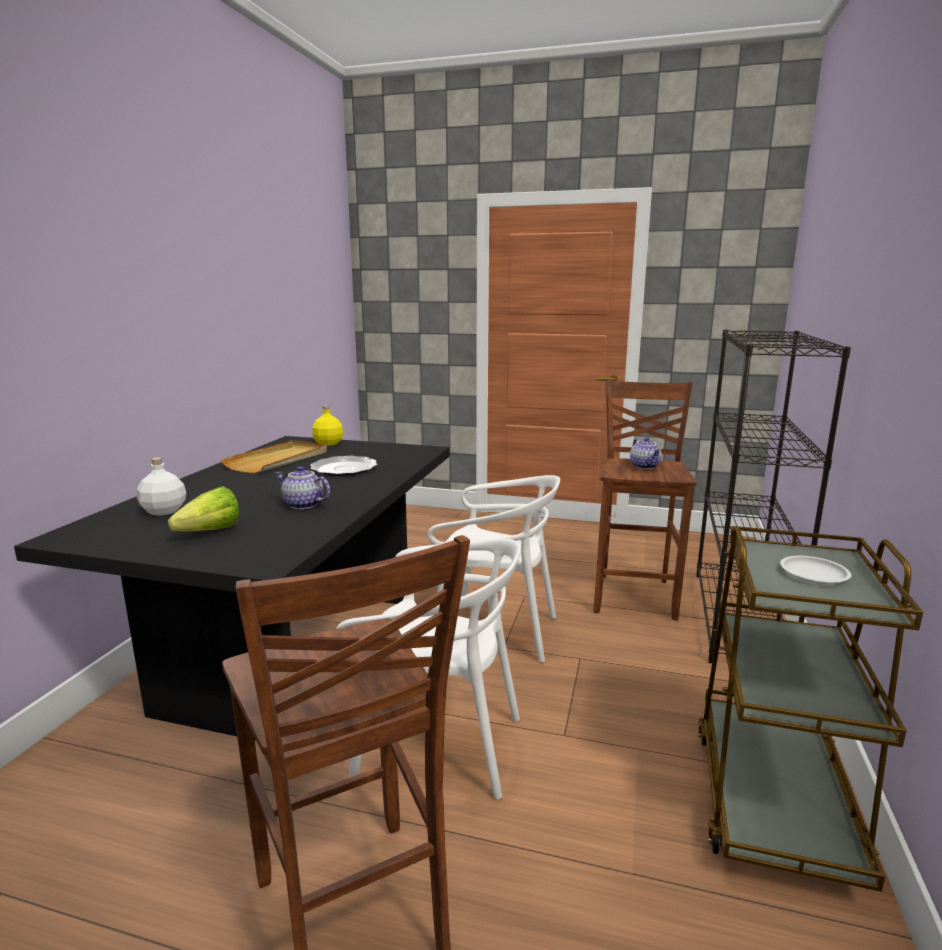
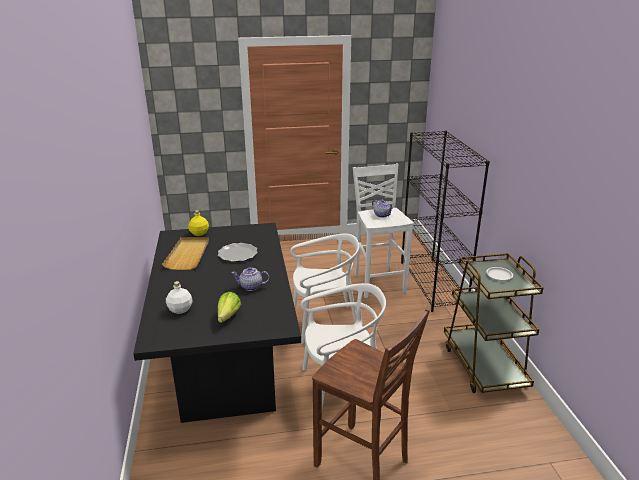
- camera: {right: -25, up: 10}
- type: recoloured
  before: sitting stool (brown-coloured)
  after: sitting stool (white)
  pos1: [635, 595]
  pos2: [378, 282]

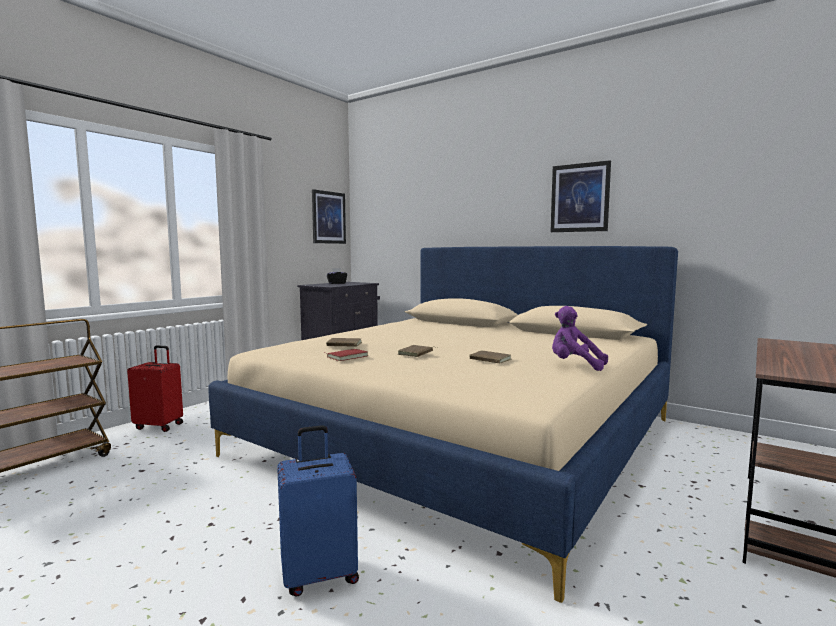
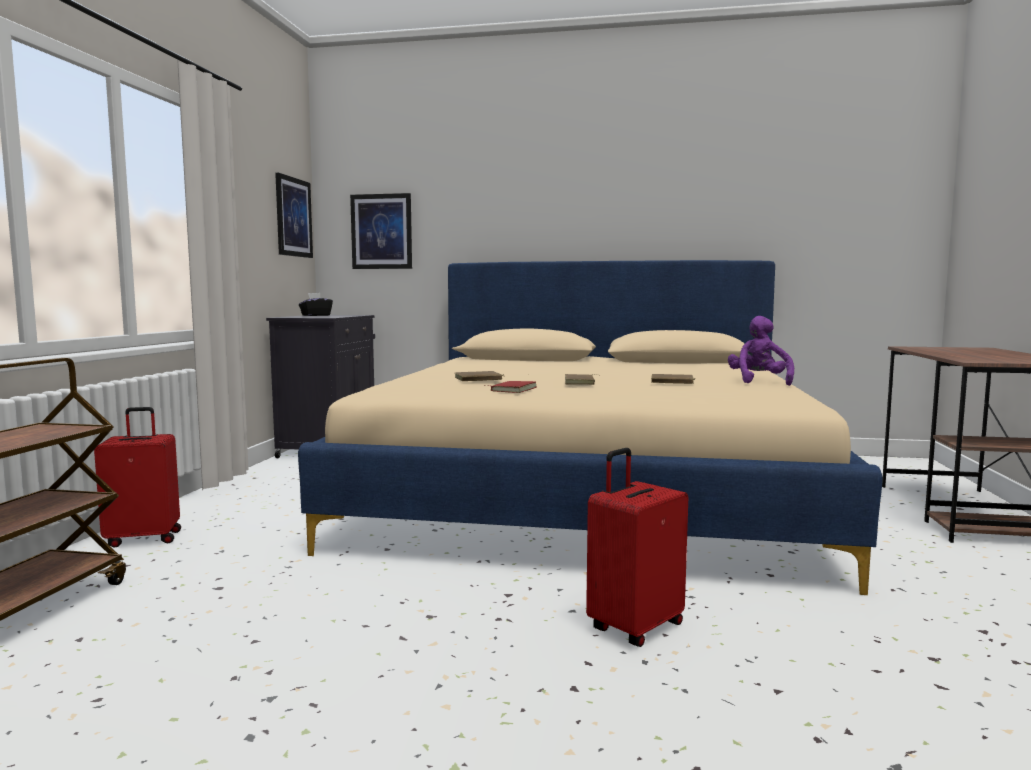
- camera: {right: -25, up: 0}
- type: moved
  before: wall picture
  pos1: [580, 198]
  pos2: [381, 231]
- type: turned
  before: soft toy (purplish)
  pos1: [575, 365]
  pos2: [758, 381]
  turn: 90
- type: recoloured
  before: piece of luggage (blue-coloured)
  after: piece of luggage (red)
  pos1: [319, 575]
  pos2: [634, 627]

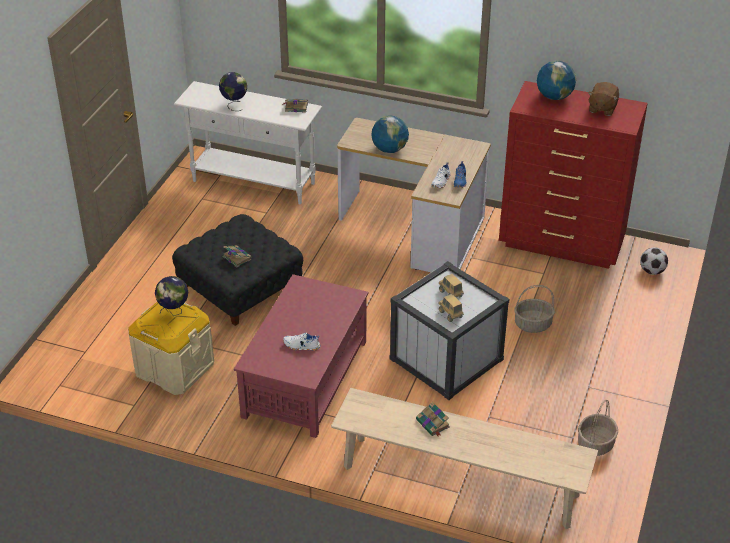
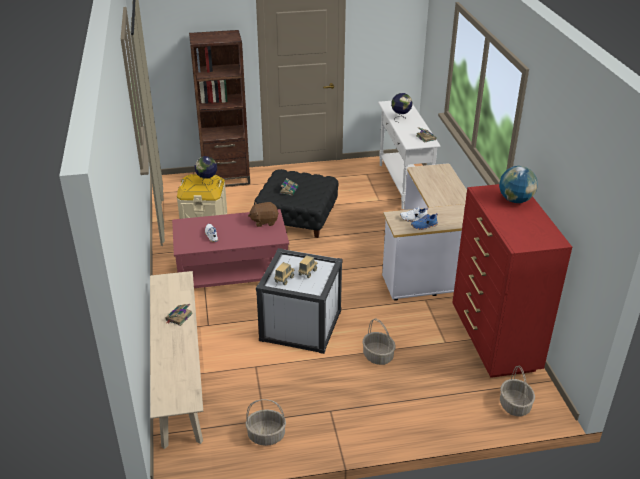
- camera: {right: 60, up: -5}
- type: moved
  before: soft toy (brown-coloured)
  pos1: [602, 108]
  pos2: [264, 221]
- type: removed
  before: globe
  pos1: [389, 149]
- type: replaced
  before: football
  after: storage basket
  pos1: [652, 271]
  pos2: [515, 406]
- type: added
  after: shelving unit (brown-coloured)
  pos2: [226, 178]

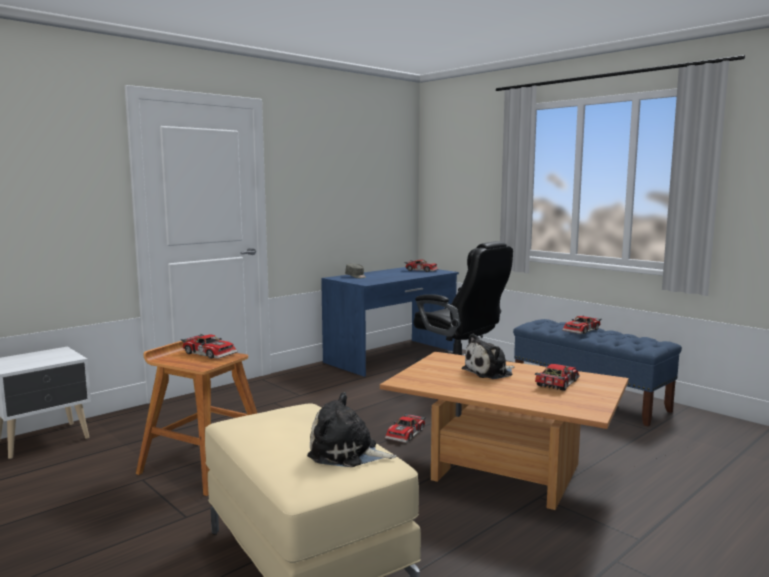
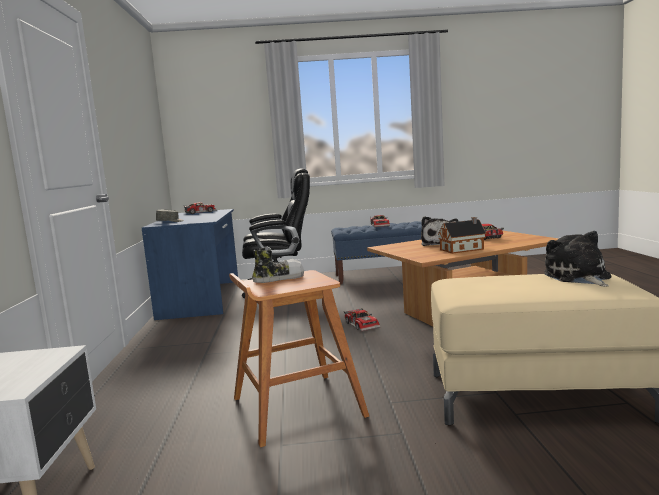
- camera: {right: -50, up: 0}
- type: replaced
  before: model car
  after: low shoe
  pos1: [210, 353]
  pos2: [278, 278]
- type: turned
  before: soft toy
  pos1: [347, 453]
  pos2: [578, 277]
  turn: 120
- type: added
  after: toy house
  pos2: [463, 249]

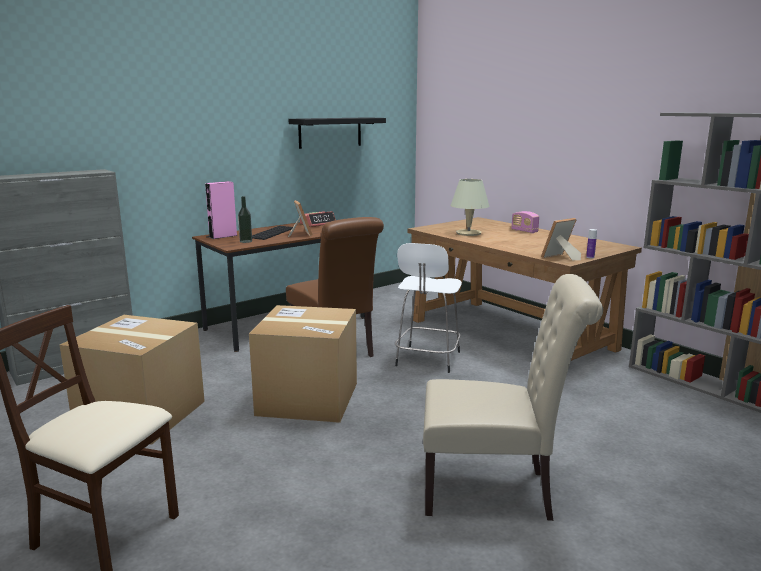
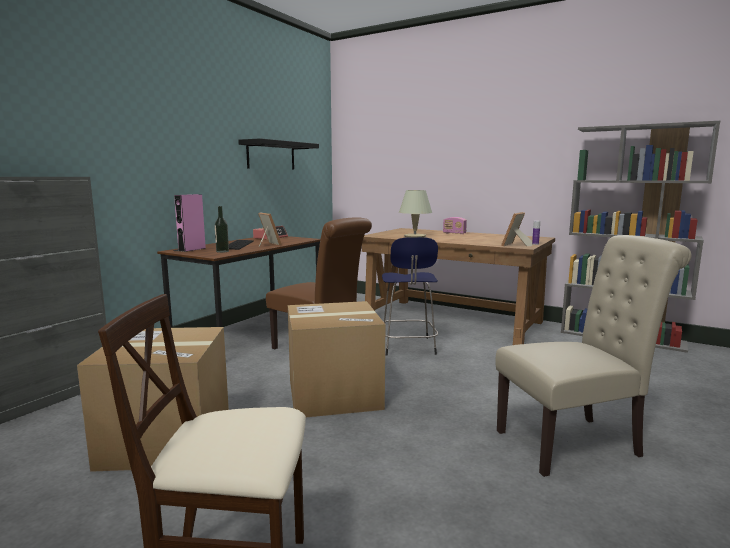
- camera: {right: -20, up: -5}
- type: recoloured
  before: sitting stool (white)
  after: sitting stool (blue-coloured)
  pos1: [427, 360]
  pos2: [408, 347]

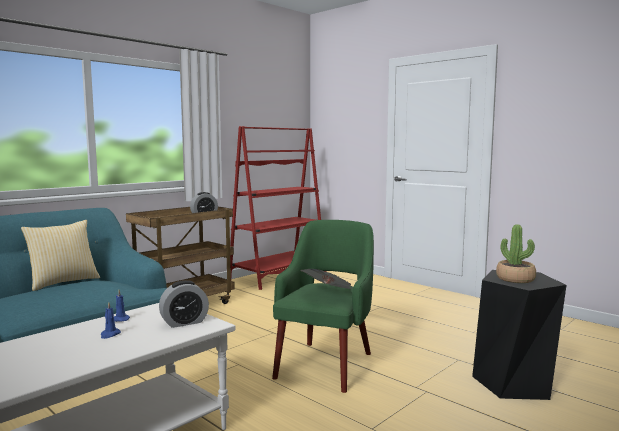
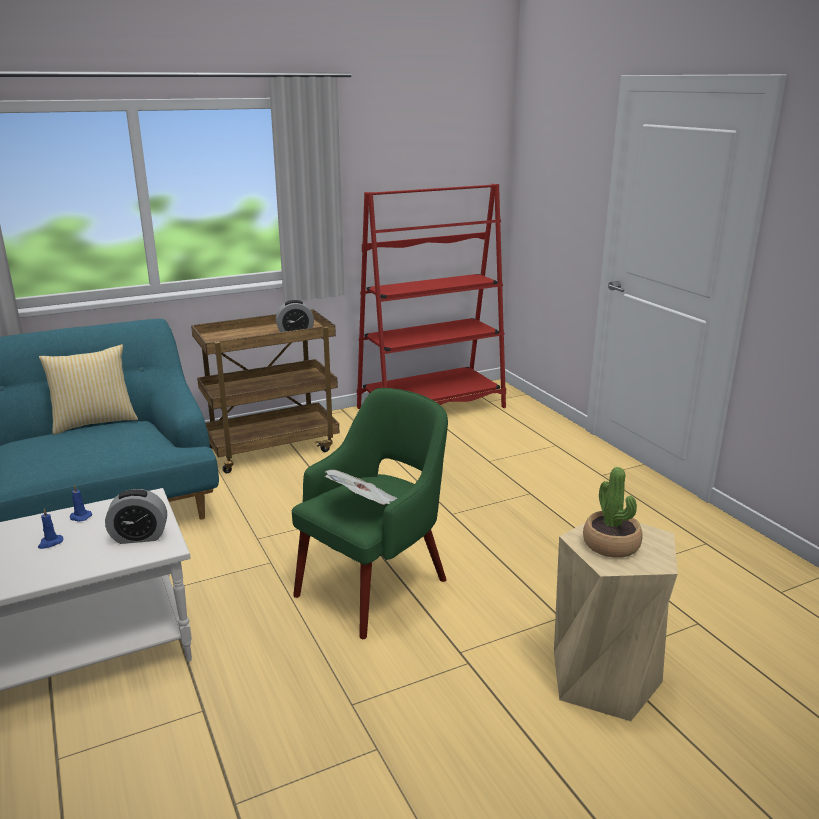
- camera: {right: 20, up: 15}
- type: recoloured
  before: sitting stool (blackish)
  after: sitting stool (beige-coloured)
  pos1: [513, 383]
  pos2: [604, 678]

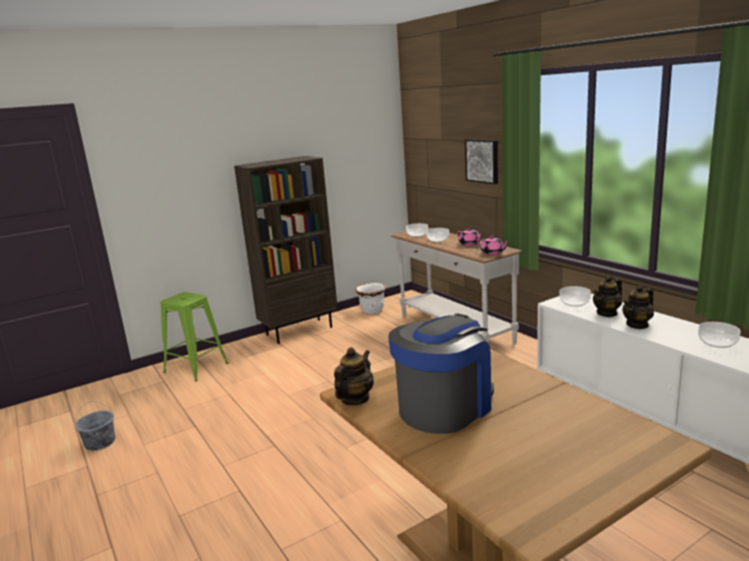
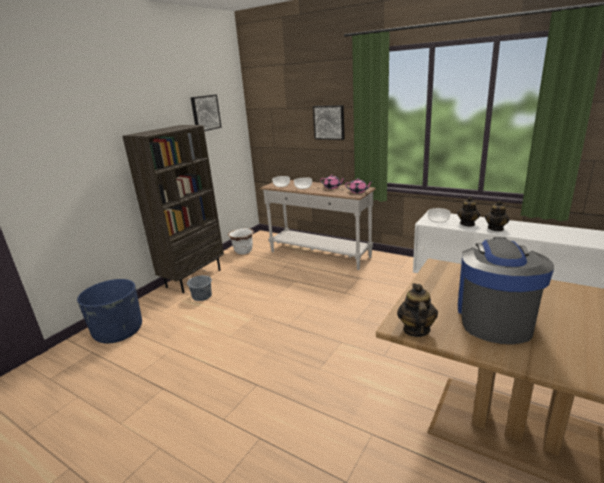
- camera: {right: -25, up: 5}
- type: replaced
  before: sitting stool (green)
  after: flower pot (blue-coloured)
  pos1: [196, 368]
  pos2: [118, 331]
- type: removed
  before: serving bowl
  pos1: [717, 342]
- type: moved
  before: bucket (gray)
  pos1: [99, 442]
  pos2: [201, 296]
- type: added
  after: wall picture
  pos2: [205, 113]

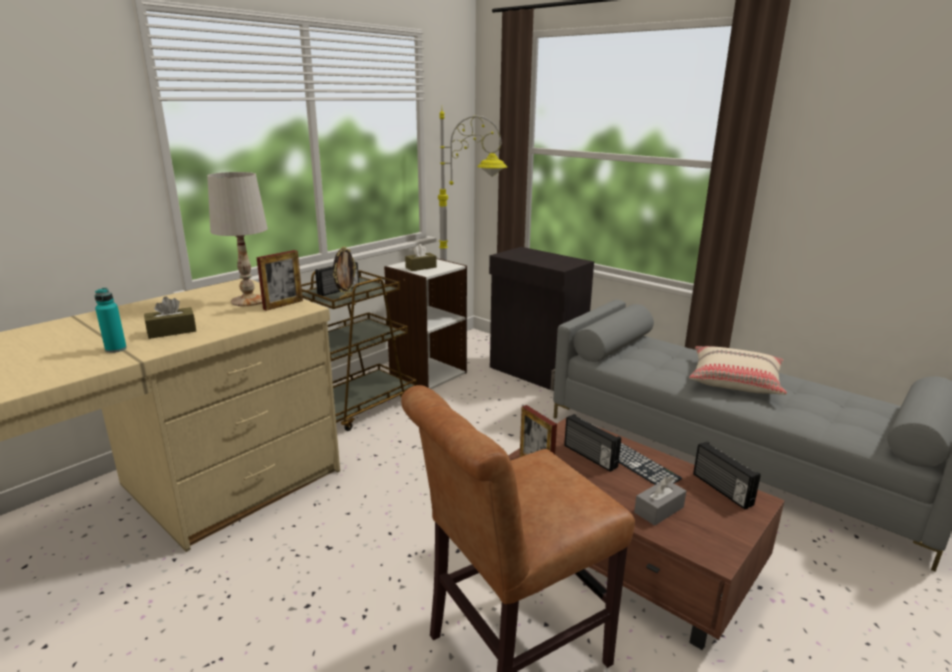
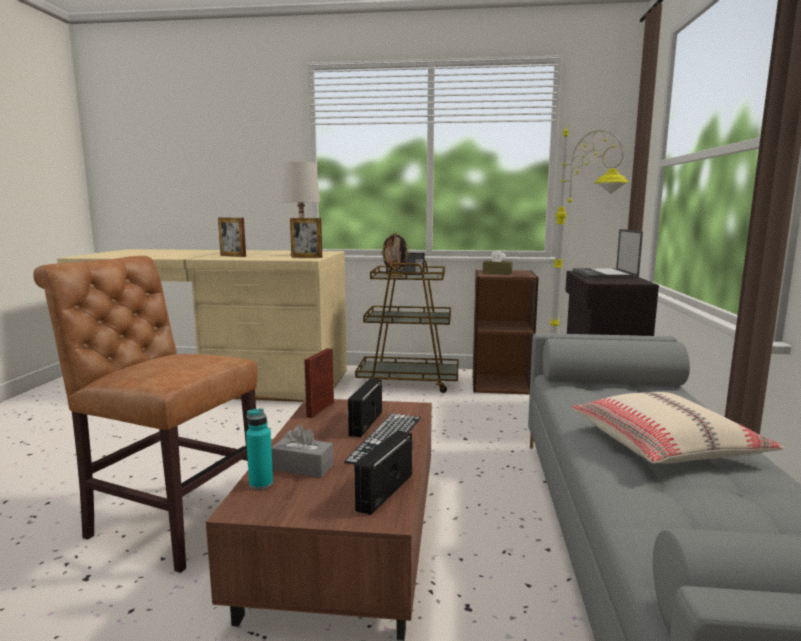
- camera: {right: 55, up: -10}
- type: recoloured
  before: shelving unit (white)
  after: shelving unit (brown-coloured)
  pos1: [427, 373]
  pos2: [500, 384]
- type: moved
  before: bottle (blue-green)
  pos1: [116, 349]
  pos2: [261, 484]
- type: replaced
  before: tissue box (brown-coloured)
  after: standing frame
  pos1: [172, 331]
  pos2: [233, 256]
- type: added
  after: notebook computer
  pos2: [604, 274]

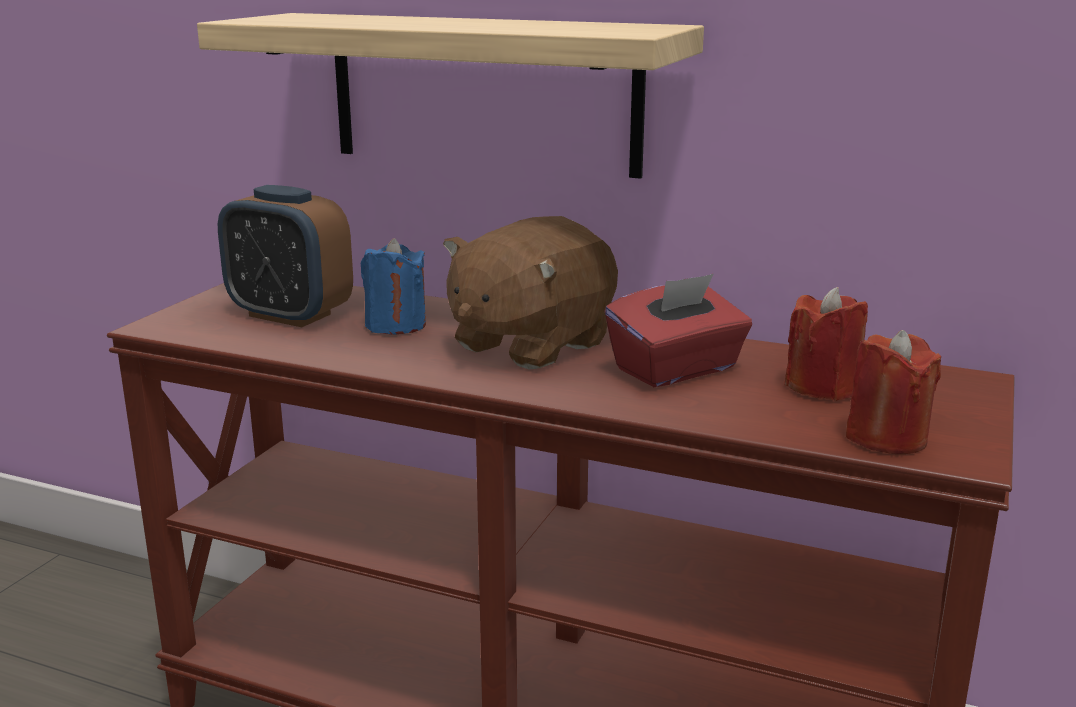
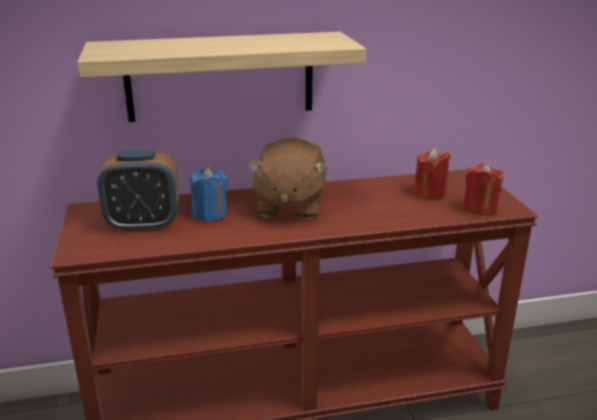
- camera: {right: -35, up: 5}
- type: removed
  before: tissue box (red)
  pos1: [677, 370]

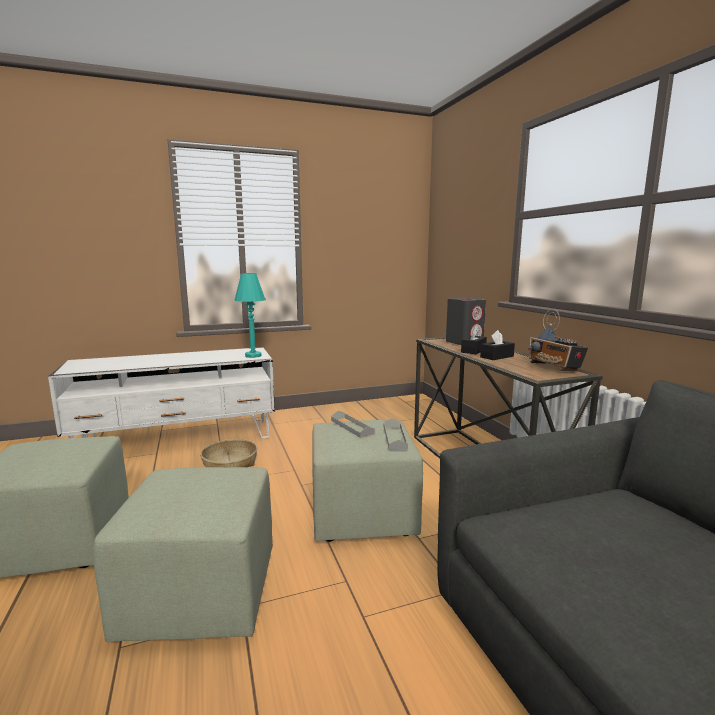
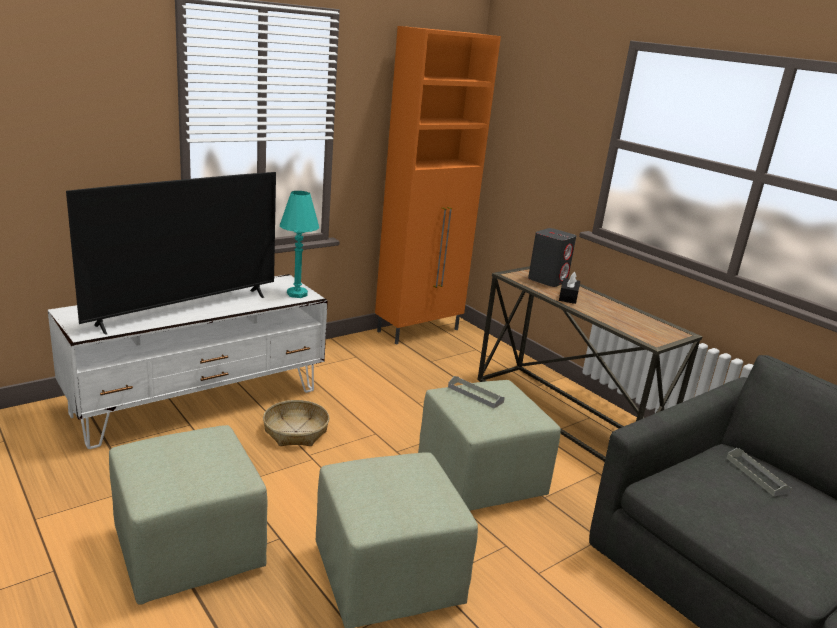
- camera: {right: -20, up: 10}
- type: removed
  before: radio receiver
  pos1: [554, 368]
- type: removed
  before: tissue box (blackish)
  pos1: [497, 356]
- type: moved
  before: tray (gray)
  pos1: [394, 437]
  pos2: [756, 475]
- type: added
  after: cabinet (orange)
  pos2: [419, 330]
- type: added
  after: TV set
  pos2: [185, 310]

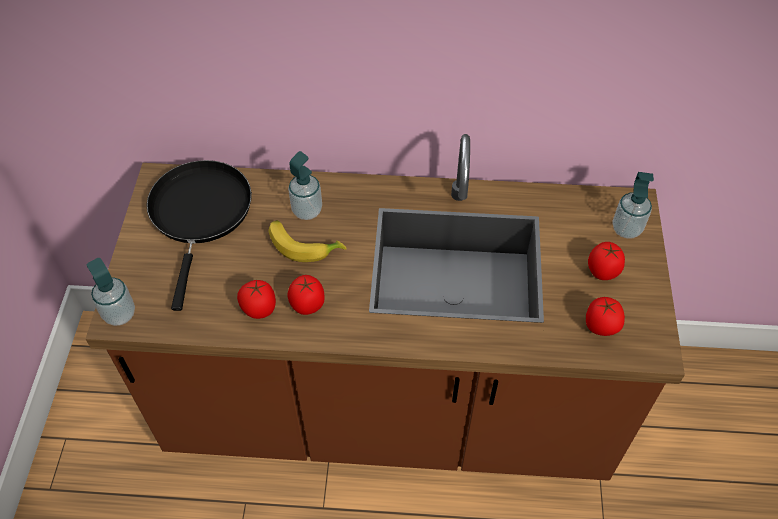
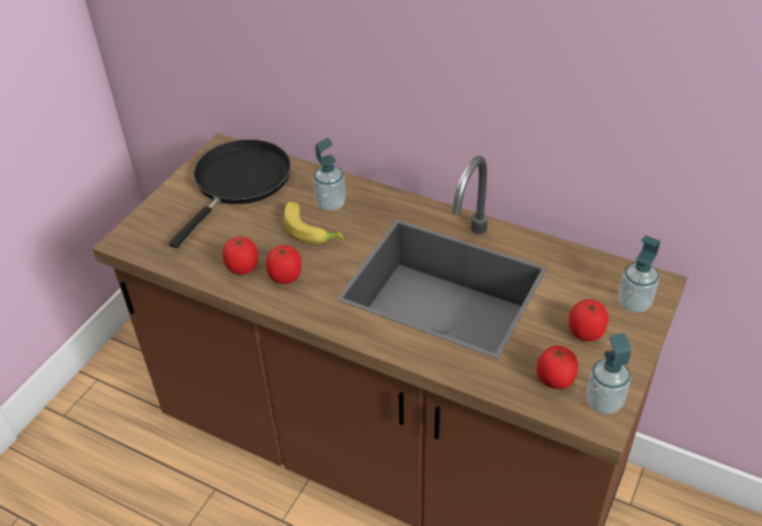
- camera: {right: 25, up: -10}
- type: moved
  before: soap bottle
  pos1: [119, 314]
  pos2: [603, 402]

